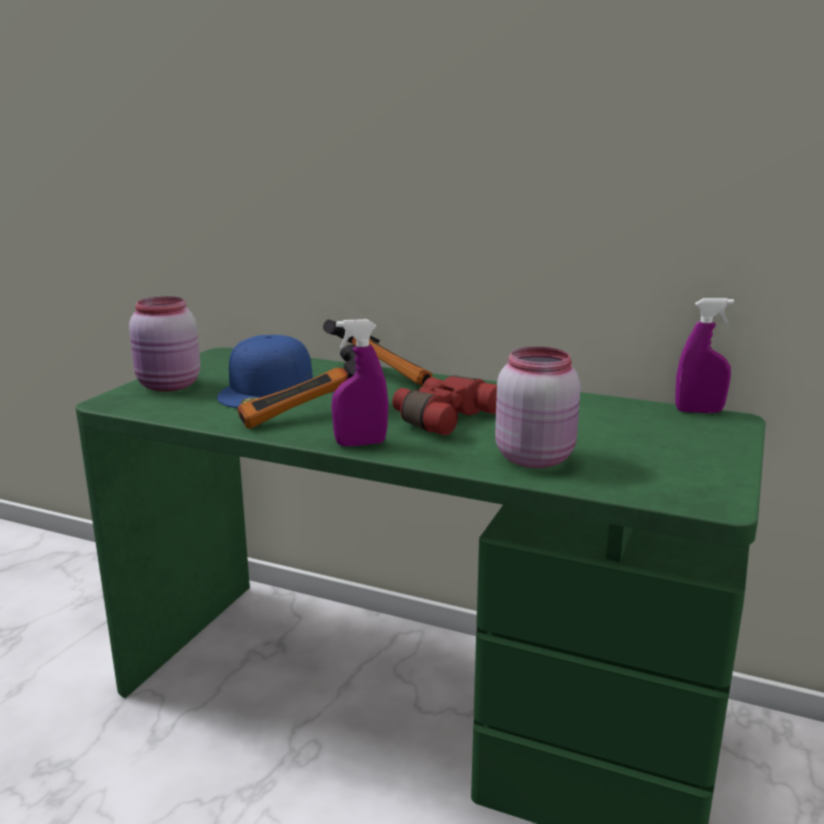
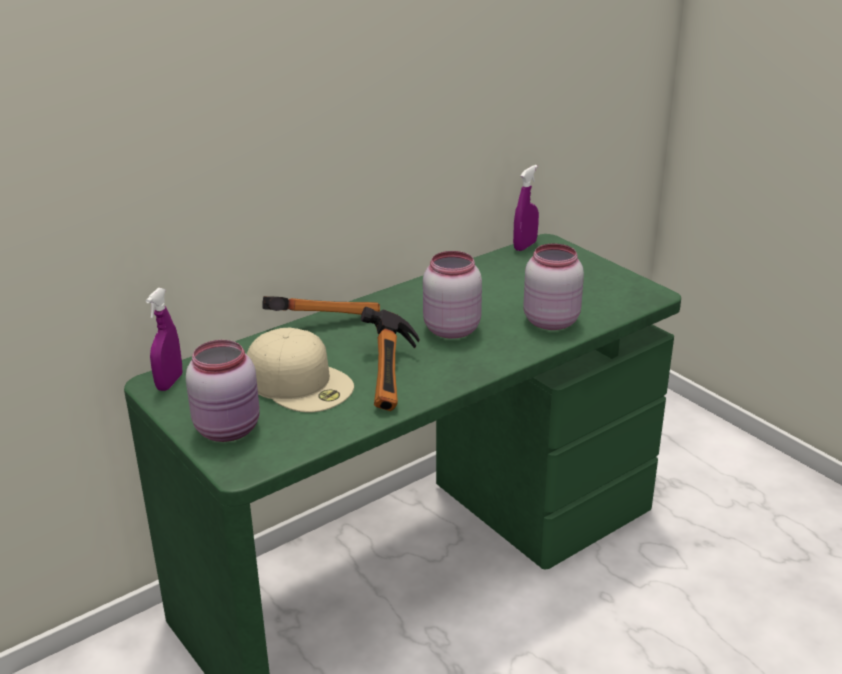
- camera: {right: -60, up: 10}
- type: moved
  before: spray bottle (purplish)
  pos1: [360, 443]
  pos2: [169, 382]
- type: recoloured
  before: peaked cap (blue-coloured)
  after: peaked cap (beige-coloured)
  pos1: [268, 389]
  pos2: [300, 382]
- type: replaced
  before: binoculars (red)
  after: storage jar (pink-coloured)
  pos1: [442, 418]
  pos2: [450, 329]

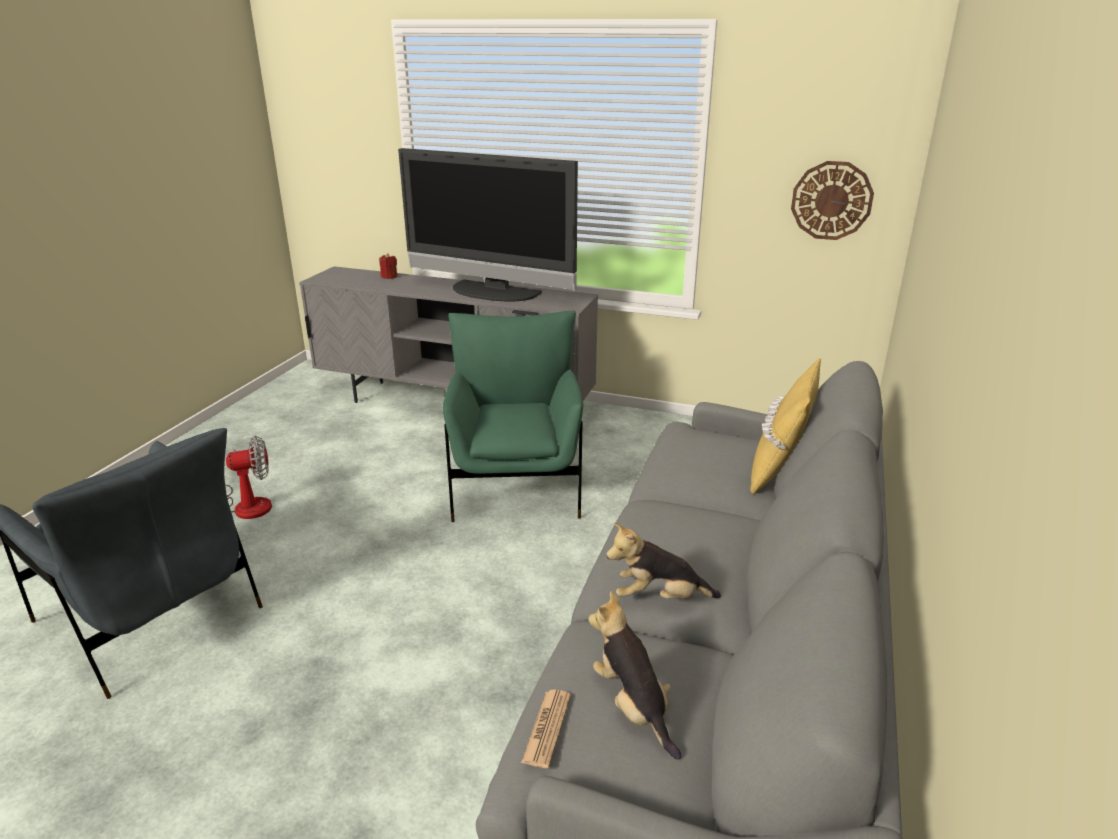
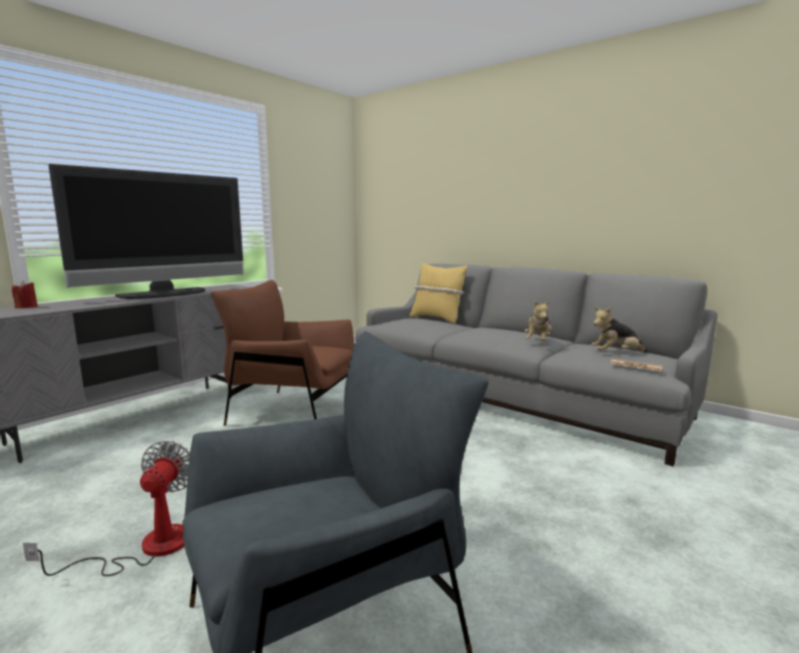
- camera: {right: -70, up: -15}
- type: removed
  before: hanging clock
  pos1: [831, 200]
- type: recoloured
  before: armchair (green)
  after: armchair (brown-coloured)
  pos1: [516, 483]
  pos2: [294, 412]

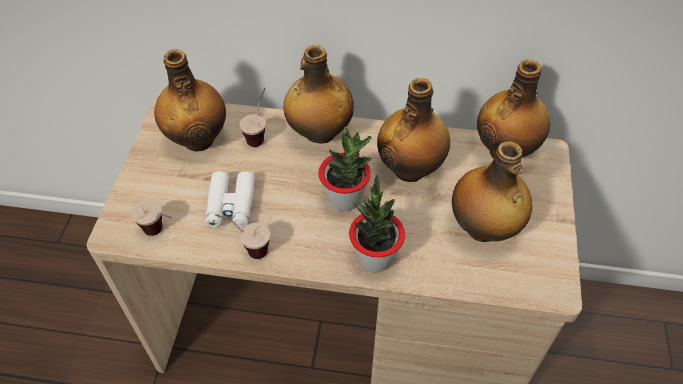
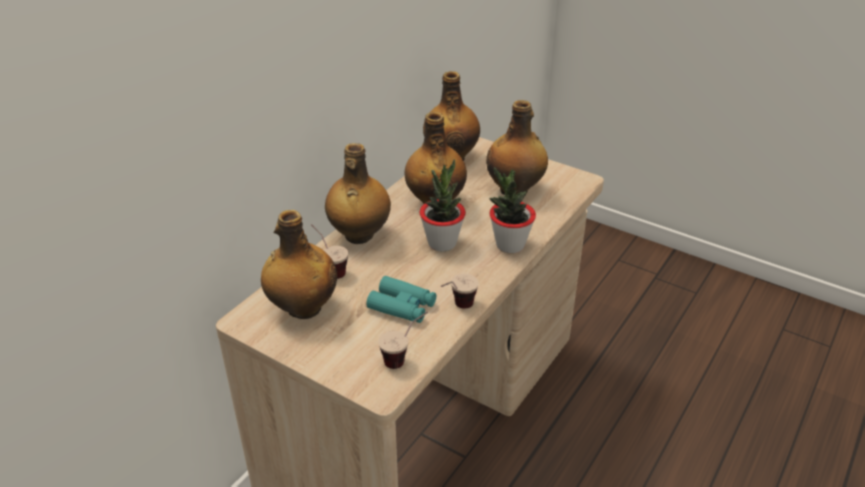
- camera: {right: -65, up: -15}
- type: recoloured
  before: binoculars (white)
  after: binoculars (blue-green)
  pos1: [231, 205]
  pos2: [402, 306]

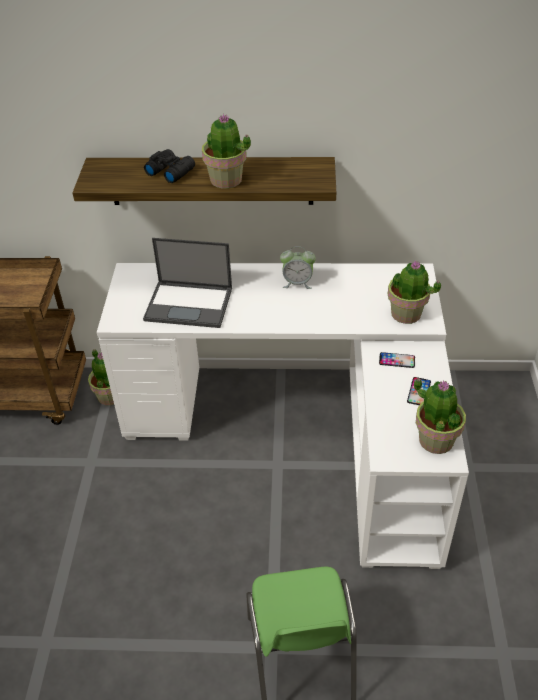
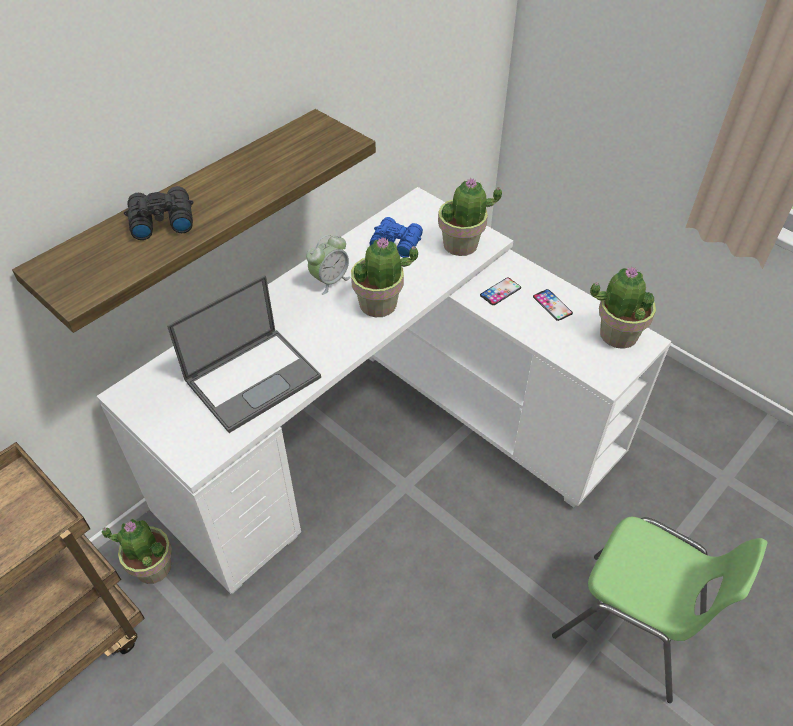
- camera: {right: -50, up: 5}
- type: moved
  before: houseplant
  pos1: [226, 180]
  pos2: [379, 304]
- type: added
  after: binoculars (blue-coloured)
  pos2: [395, 242]

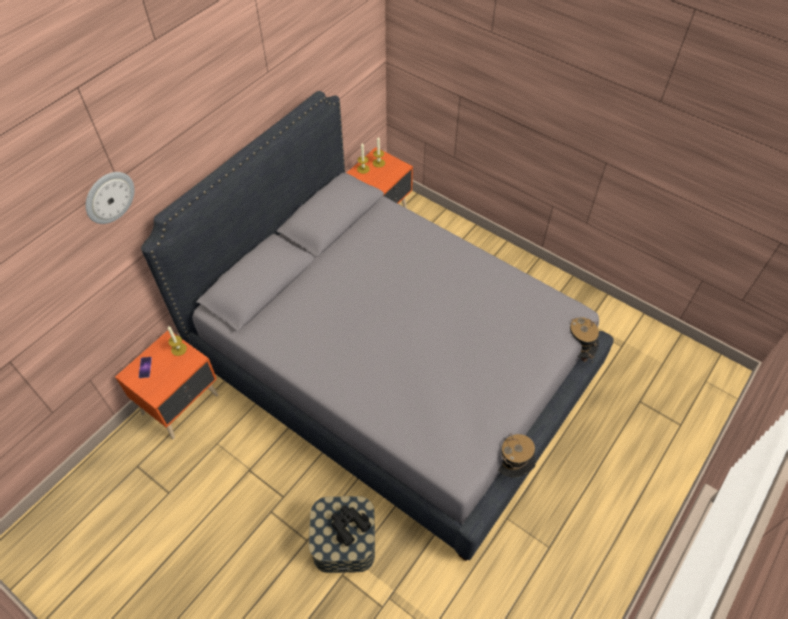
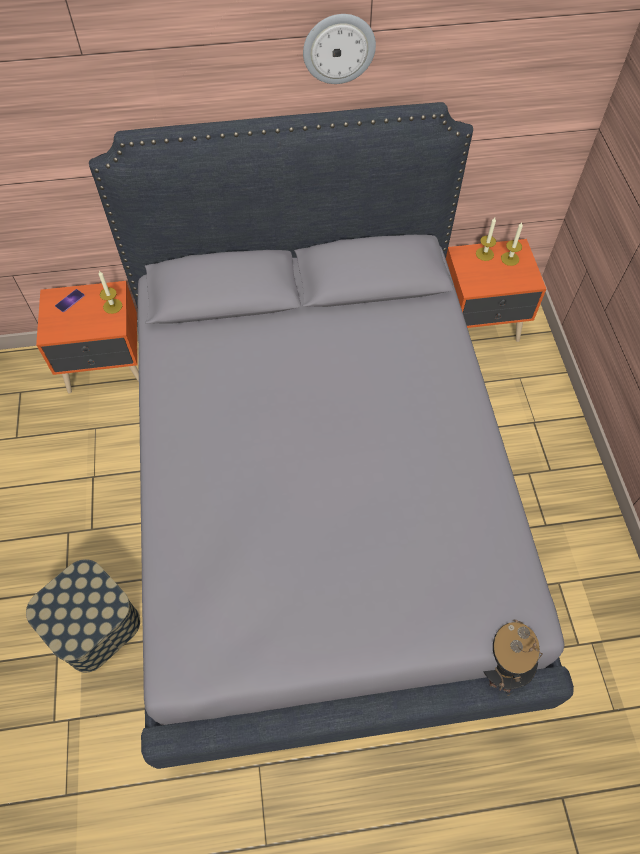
- camera: {right: 45, up: 5}
- type: moved
  before: hanging clock
  pos1: [109, 197]
  pos2: [339, 48]
- type: removed
  before: wearable hat
  pos1: [512, 467]
- type: removed
  before: binoculars (blackish)
  pos1: [348, 525]

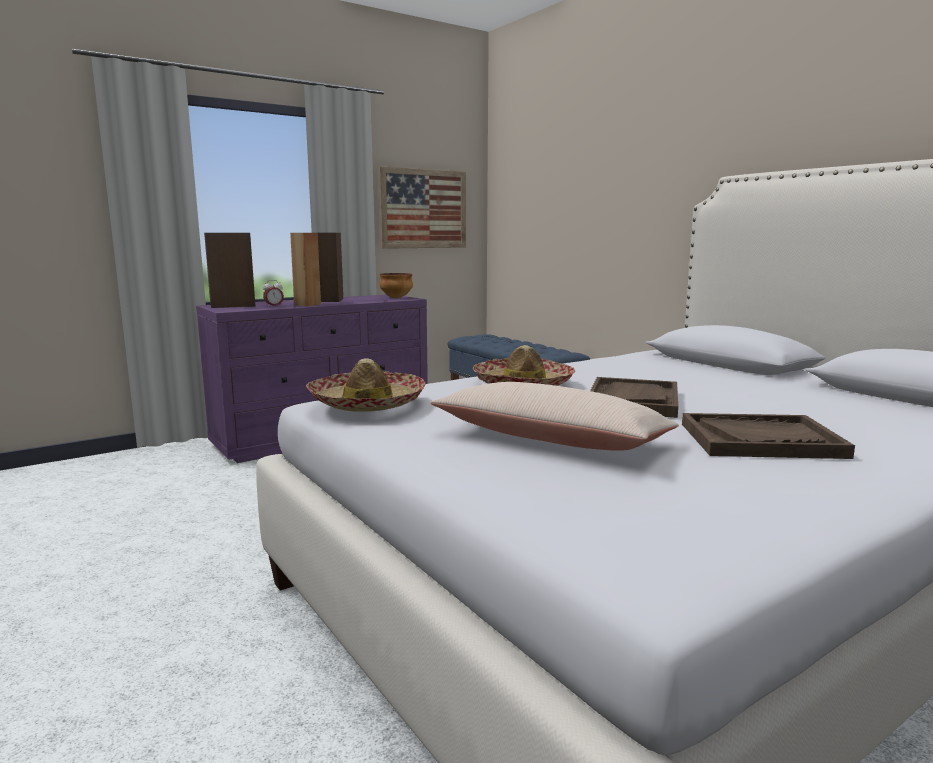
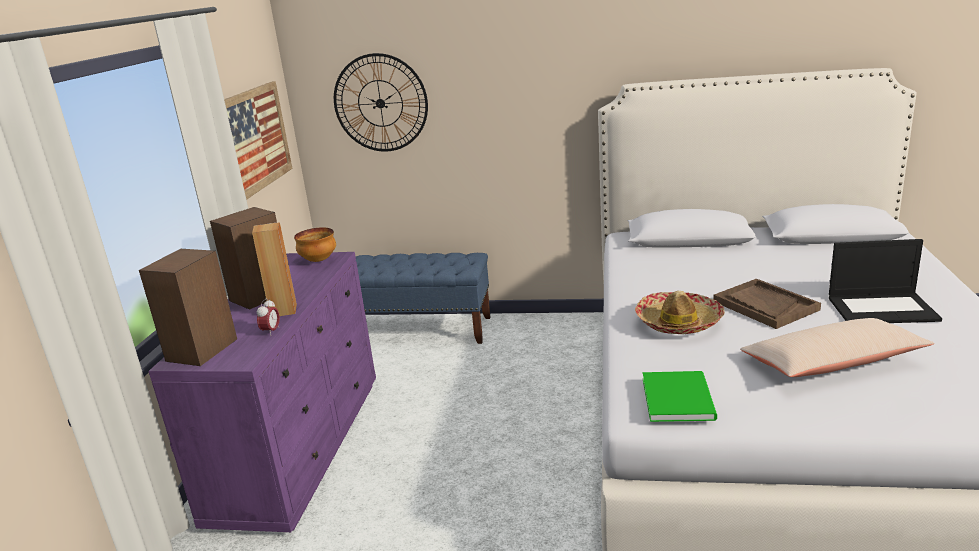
- camera: {right: -45, up: 10}
- type: replaced
  before: wearable hat
  after: book (green)
  pos1: [366, 403]
  pos2: [679, 397]
- type: replaced
  before: tray (brown-coloured)
  after: notebook computer
  pos1: [760, 440]
  pos2: [882, 308]
- type: added
  after: hanging clock
  pos2: [380, 103]

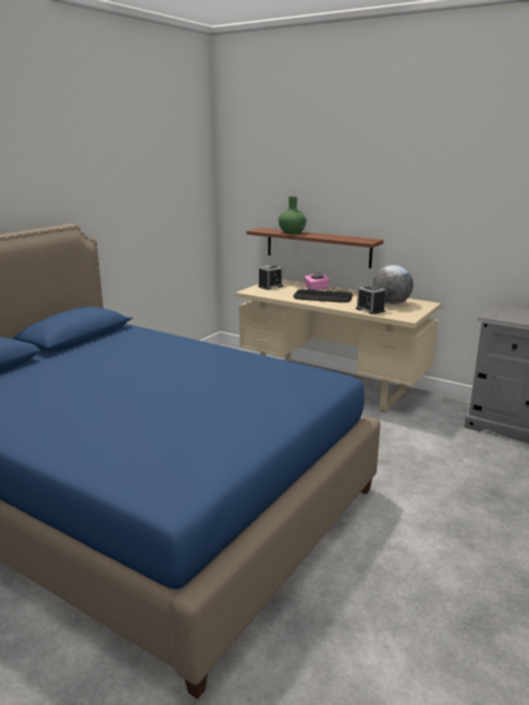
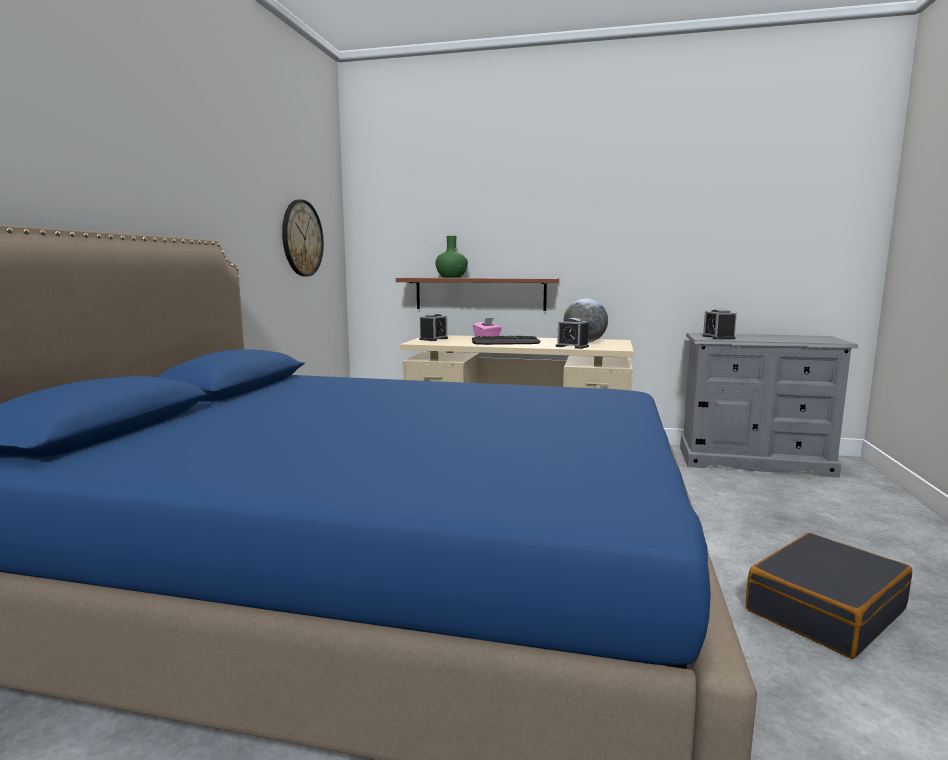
- camera: {right: -20, up: -10}
- type: added
  after: hanging clock
  pos2: [302, 238]
- type: added
  after: bedside clock
  pos2: [718, 337]
- type: added
  after: piece of luggage (blackish)
  pos2: [824, 609]

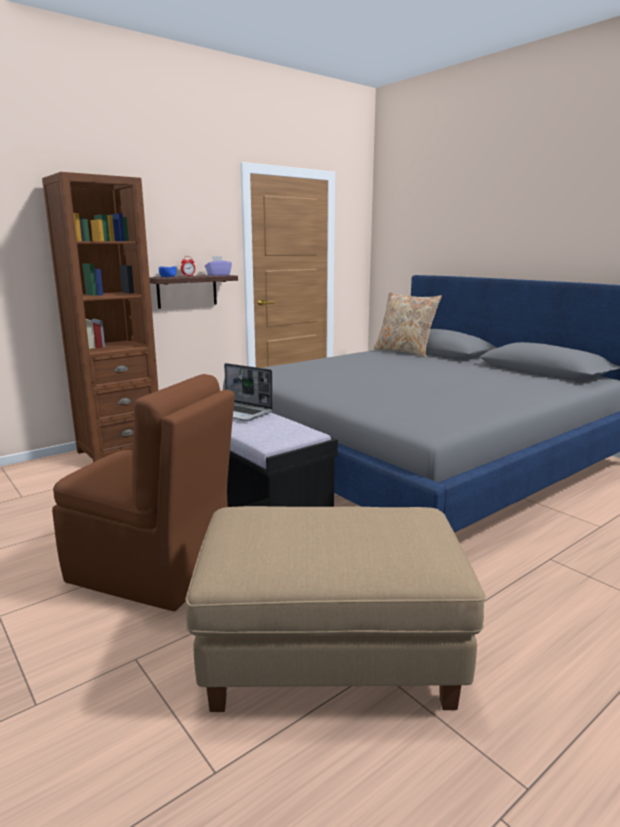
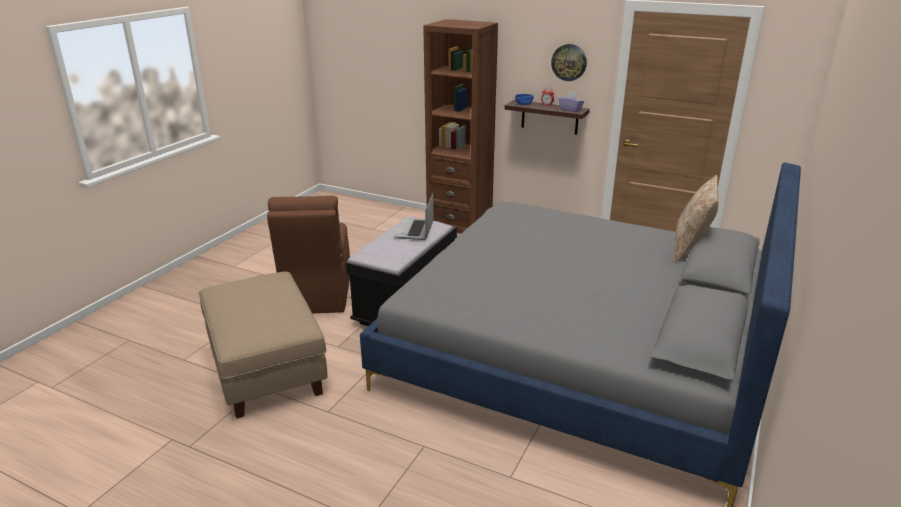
- camera: {right: 65, up: 10}
- type: added
  after: hanging clock
  pos2: [569, 62]

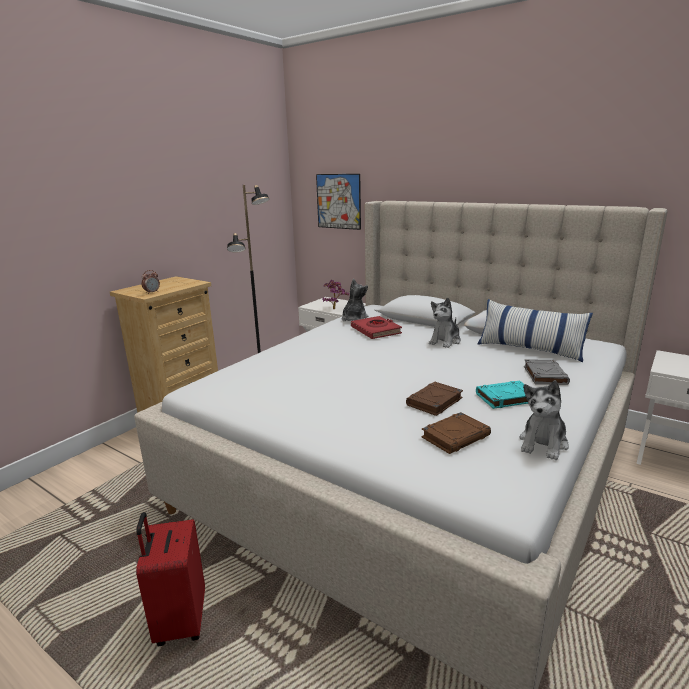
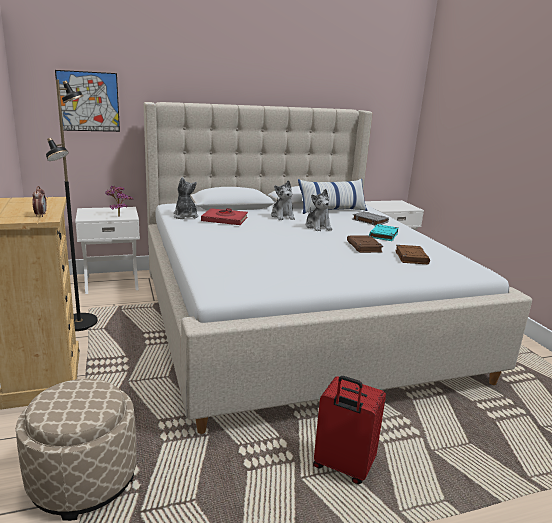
- camera: {right: -55, up: 0}
- type: moved
  before: soft toy
  pos1: [543, 444]
  pos2: [318, 227]
- type: added
  after: ottoman (beige-coloured)
  pos2: [83, 479]

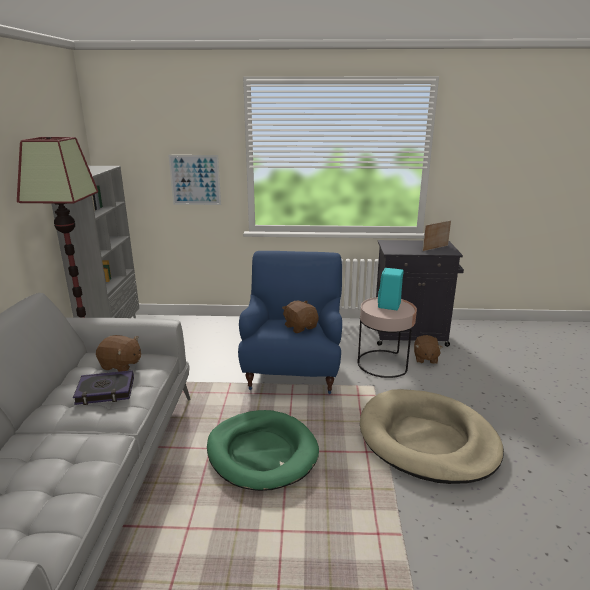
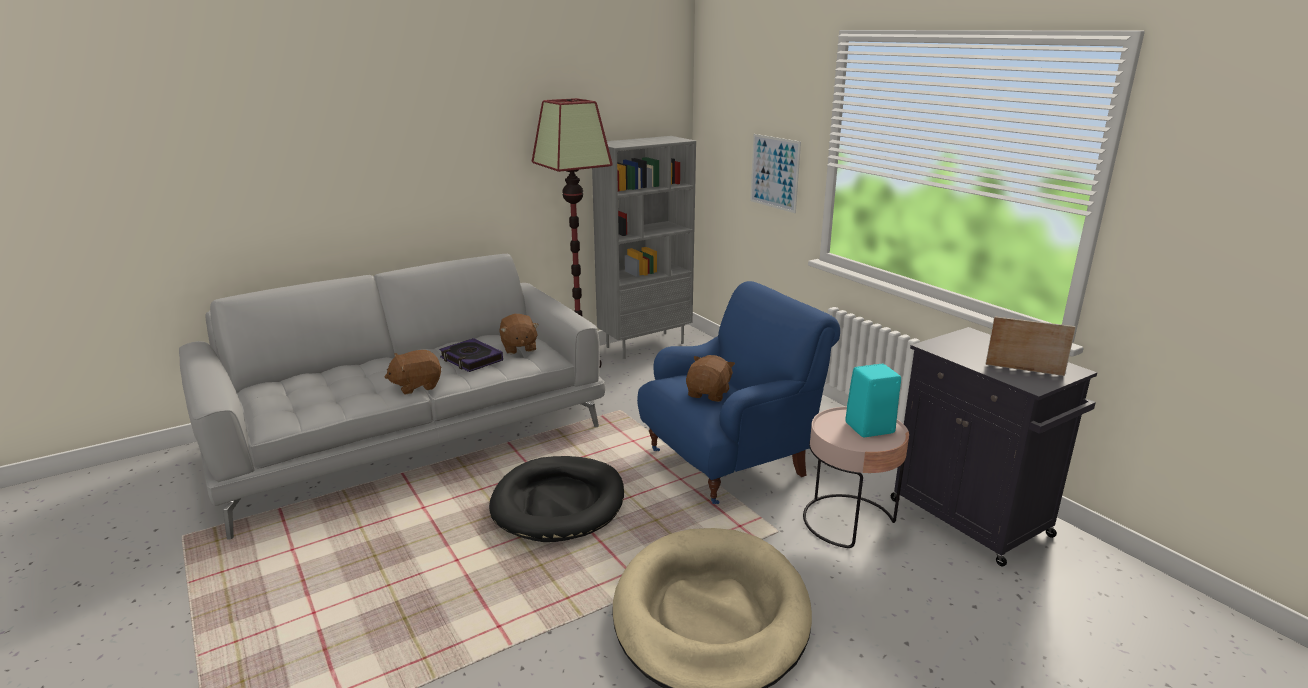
- camera: {right: 55, up: 0}
- type: moved
  before: soft toy (brown-coloured)
  pos1: [425, 358]
  pos2: [416, 386]
- type: recoloured
  before: dog cushion (green)
  after: dog cushion (blackish)
  pos1: [262, 452]
  pos2: [559, 503]

